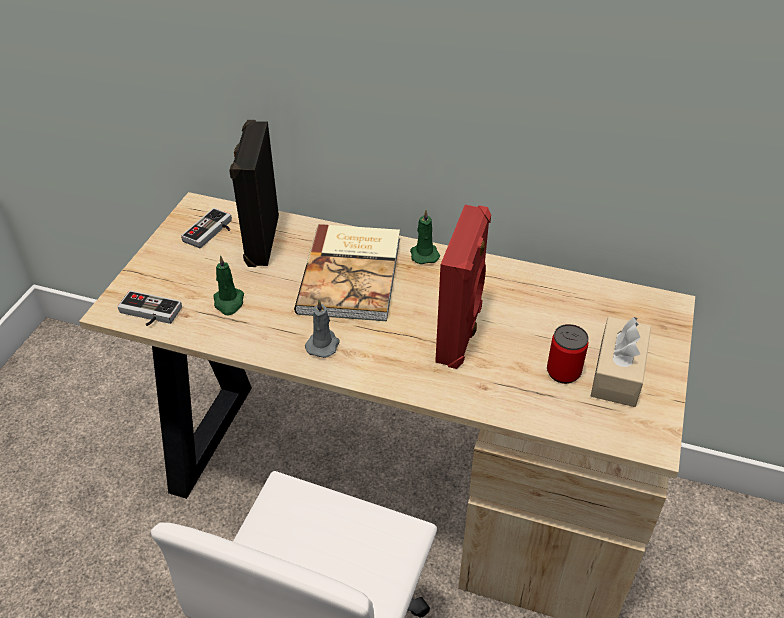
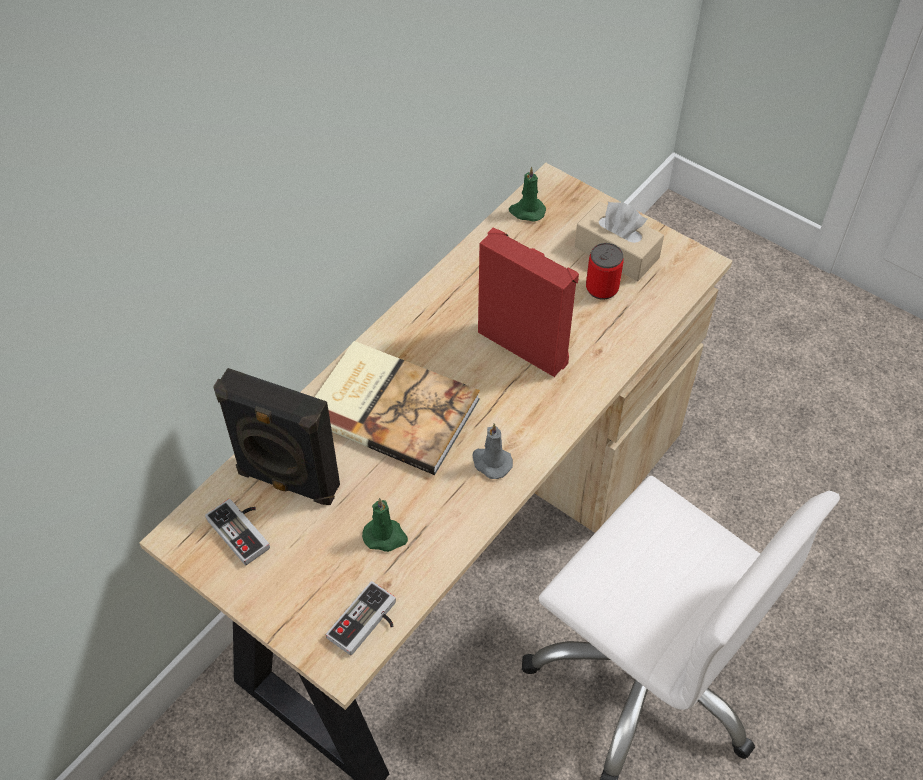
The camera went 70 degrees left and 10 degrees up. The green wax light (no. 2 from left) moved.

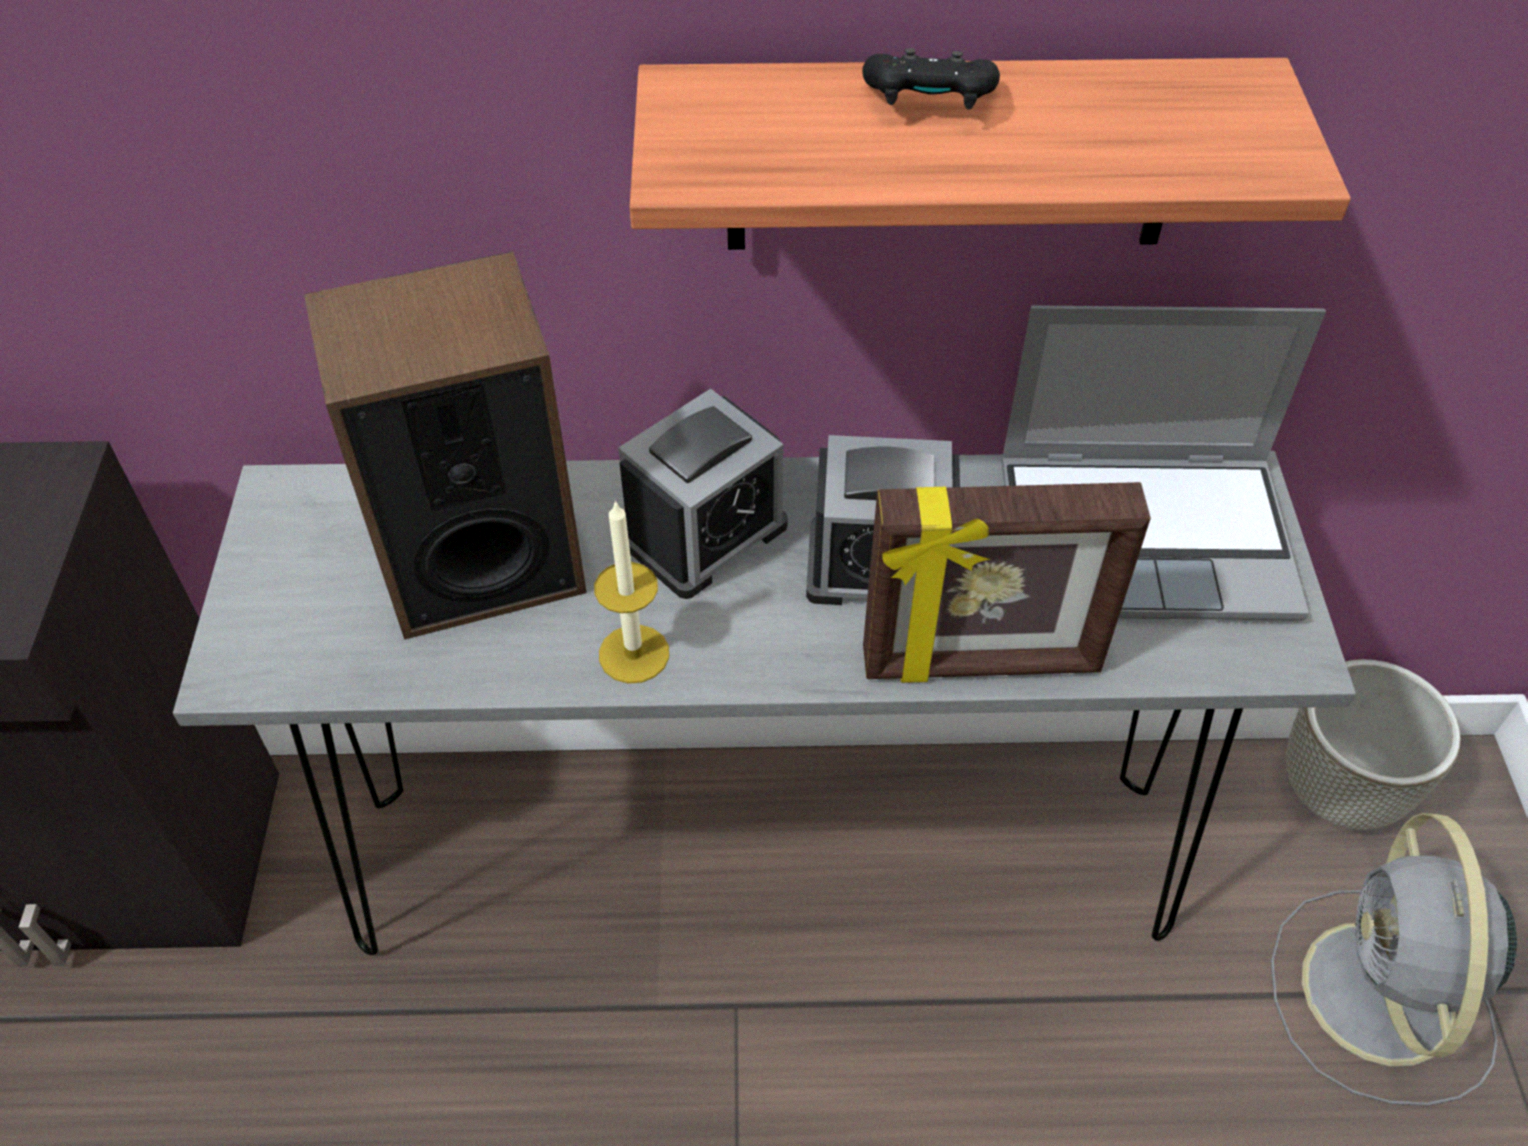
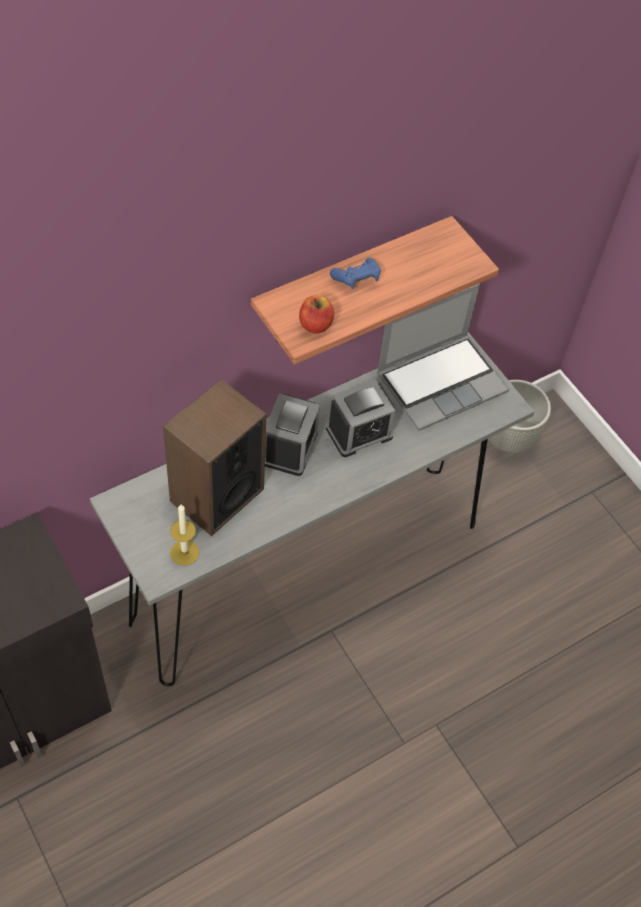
The camera went 35 degrees left and 5 degrees up. The wax light moved. The apple appeared. The black-coloured gamepad became the blue gamepad. The standing frame disappeared. The gray fan disappeared.

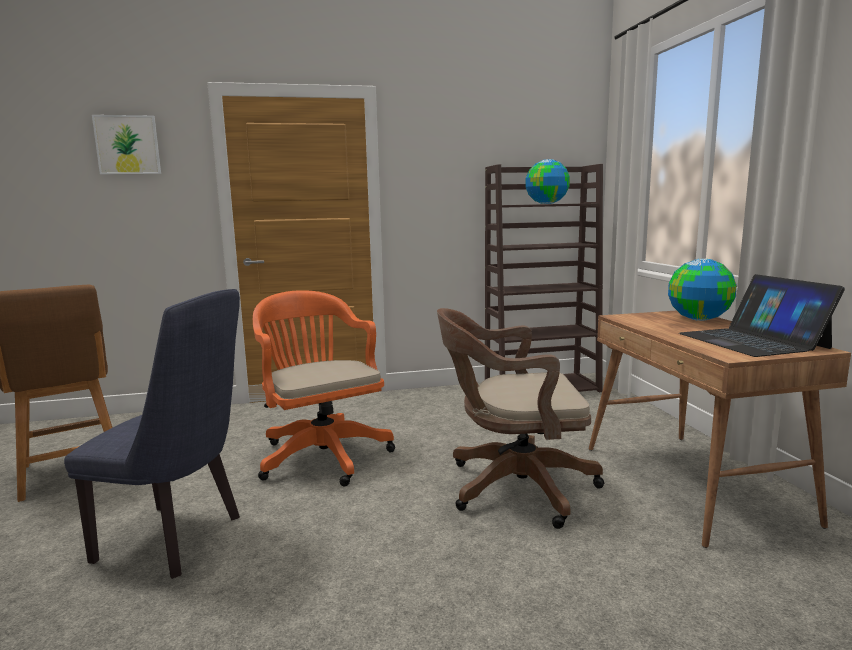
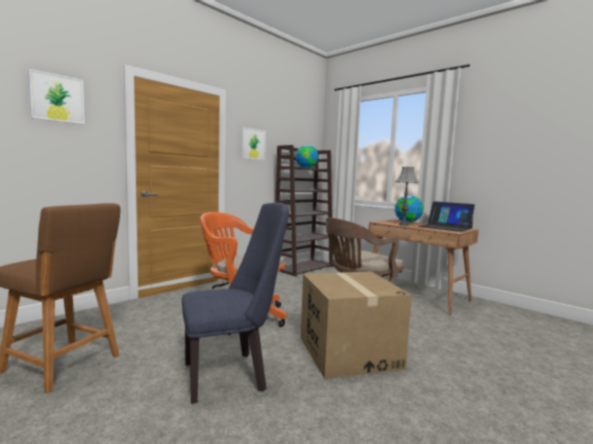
The camera went 35 degrees left and 5 degrees down. The wall picture (no. 2 from left) appeared. The cardboard box appeared. The gray lamp for a table appeared.

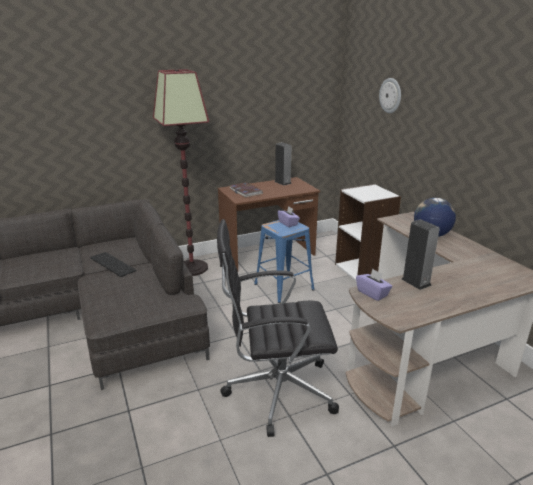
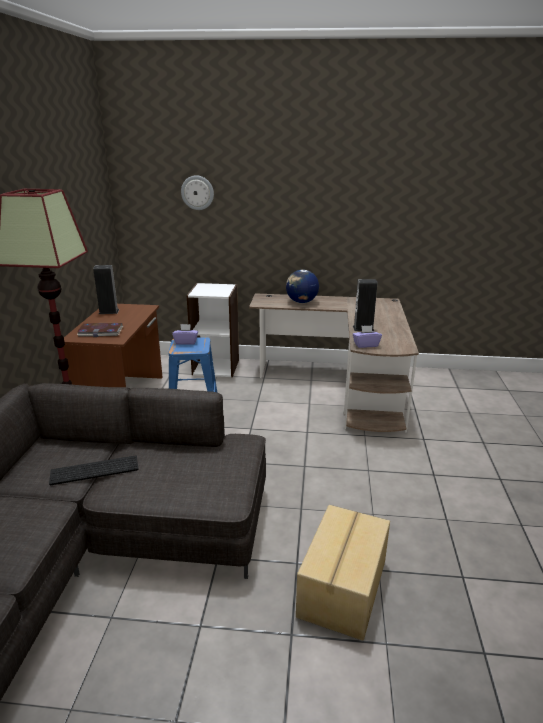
The camera went 60 degrees left and 0 degrees up. The cardboard box appeared. The black-coloured desk chair disappeared.

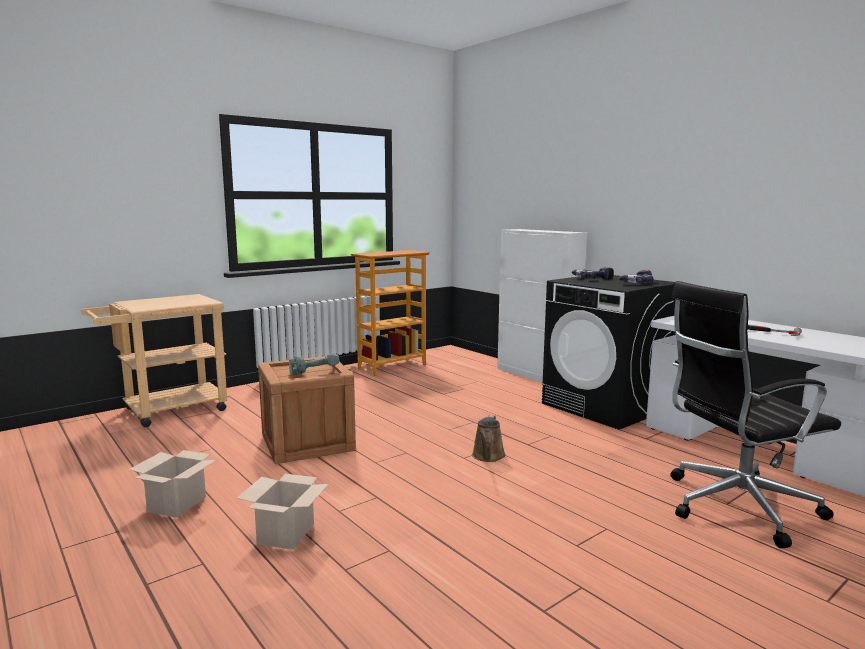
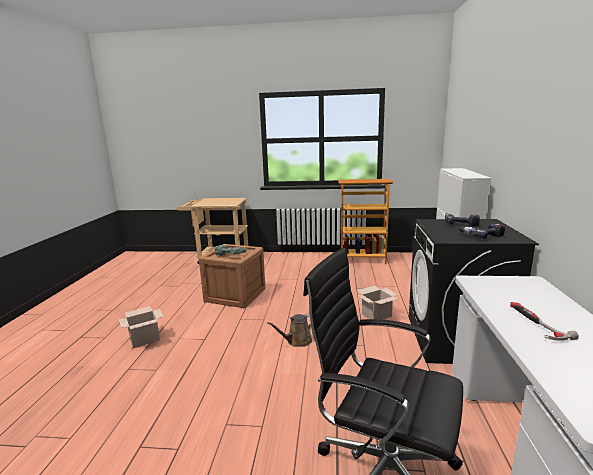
The camera went 45 degrees right and 5 degrees up. The cardboard box (no. 1 from left in the first image) moved.

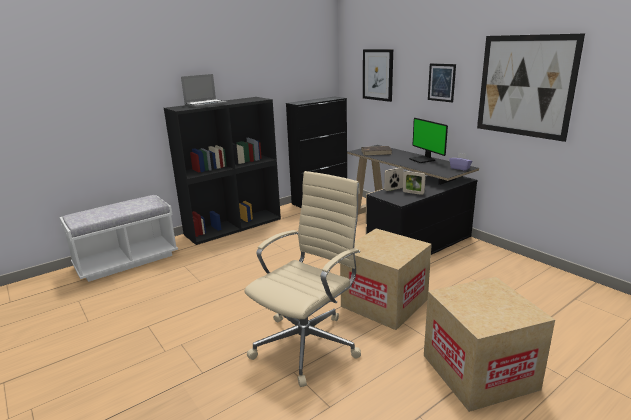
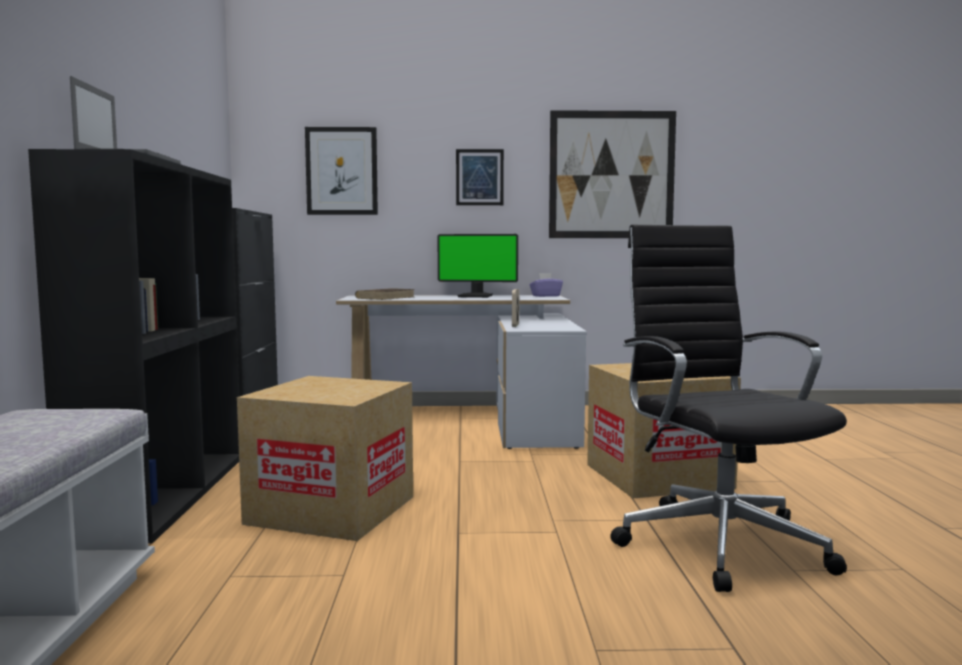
The camera went 55 degrees left and 15 degrees down. The cardboard box (no. 2 from left in the first image) moved. The black-coloured desk became the white desk. The beige desk chair became the black-coloured desk chair. The standing frame (no. 2 from left) disappeared.

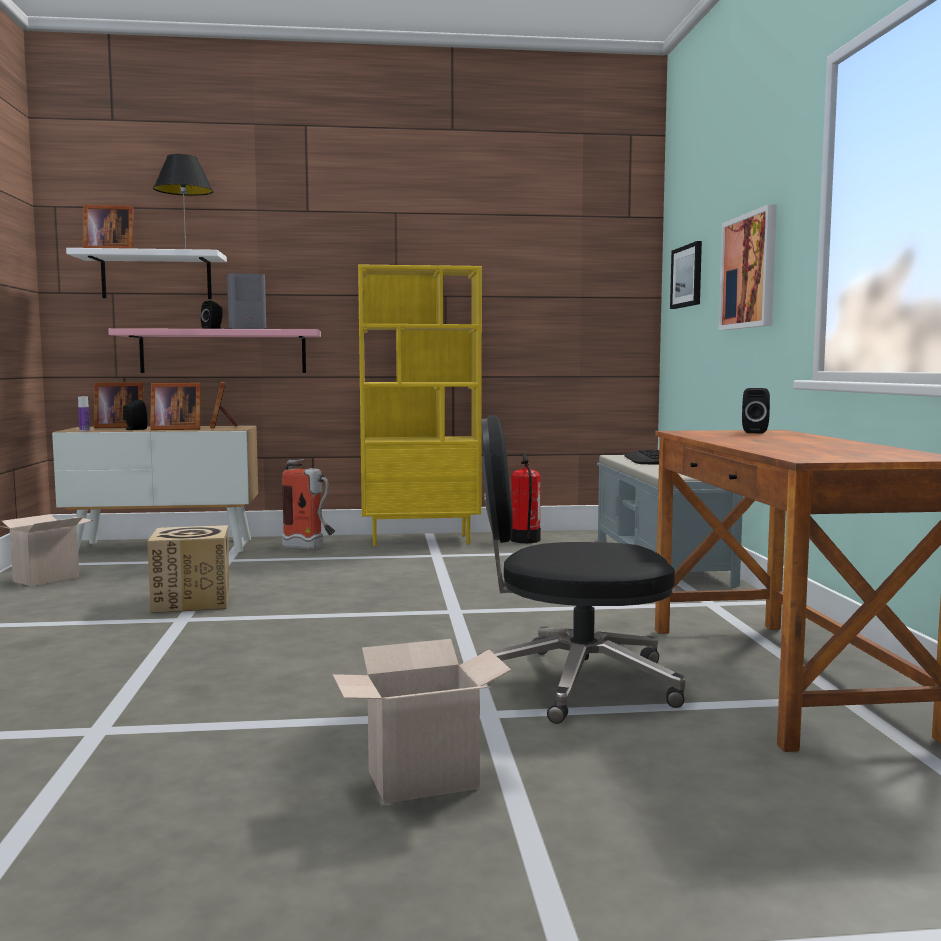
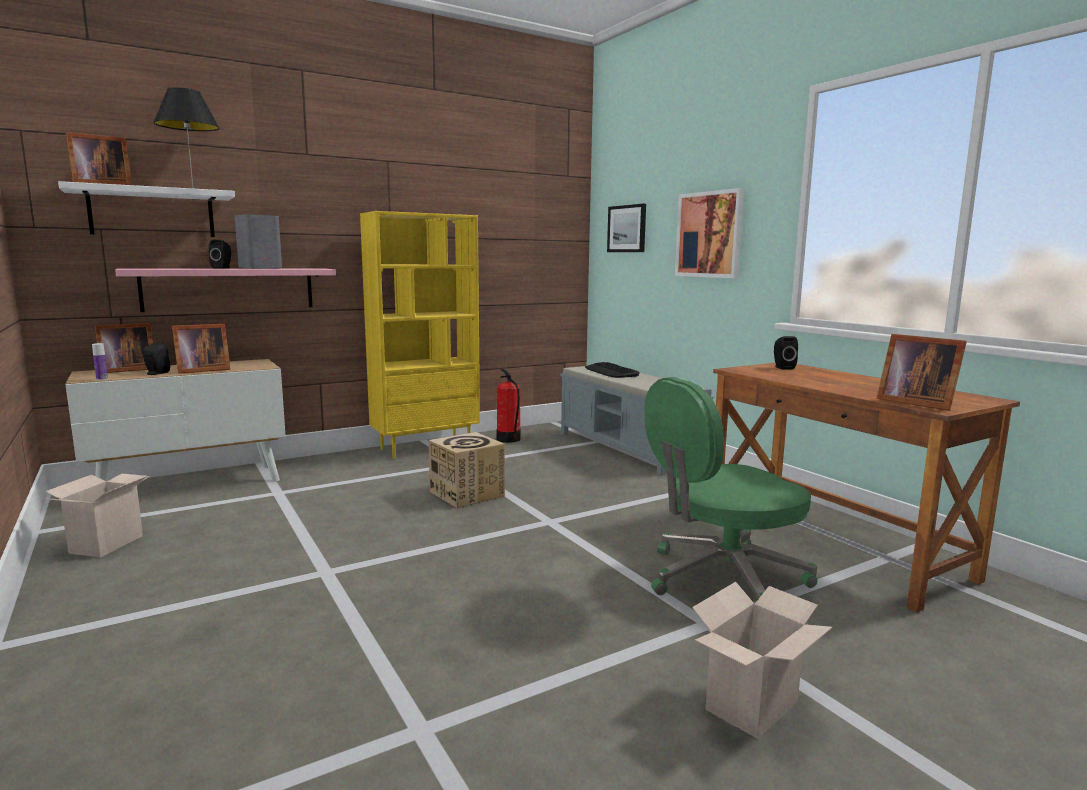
The camera went 25 degrees left and 5 degrees up. The cardboard box (no. 2 from left) moved. The black-coloured desk chair became the green desk chair. The standing frame (no. 4 from left) moved. The fire-fighting cylinder (no. 1 from left) disappeared.

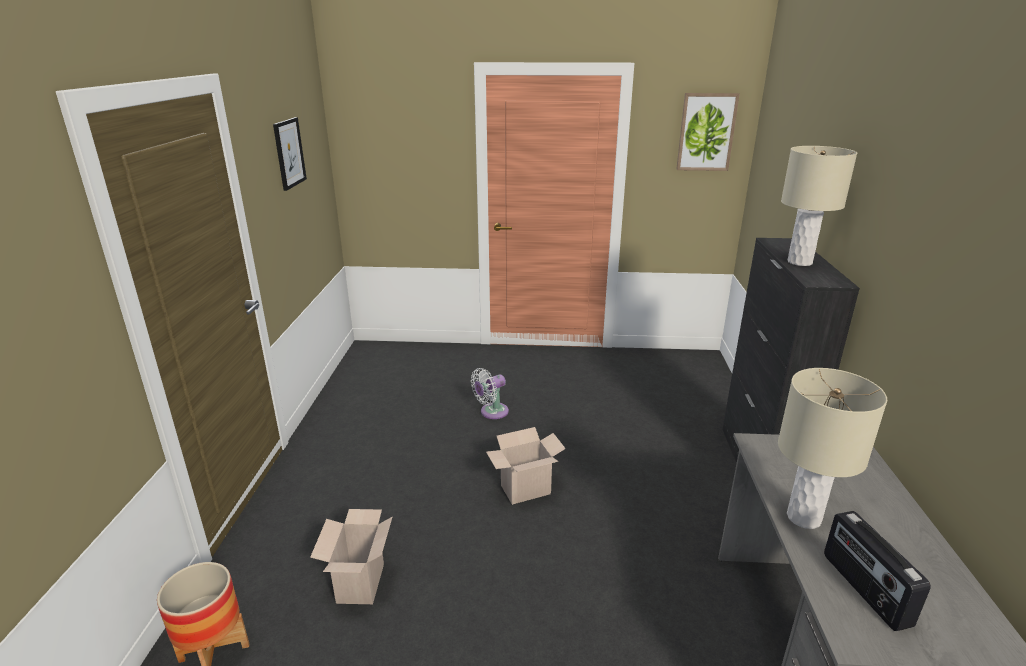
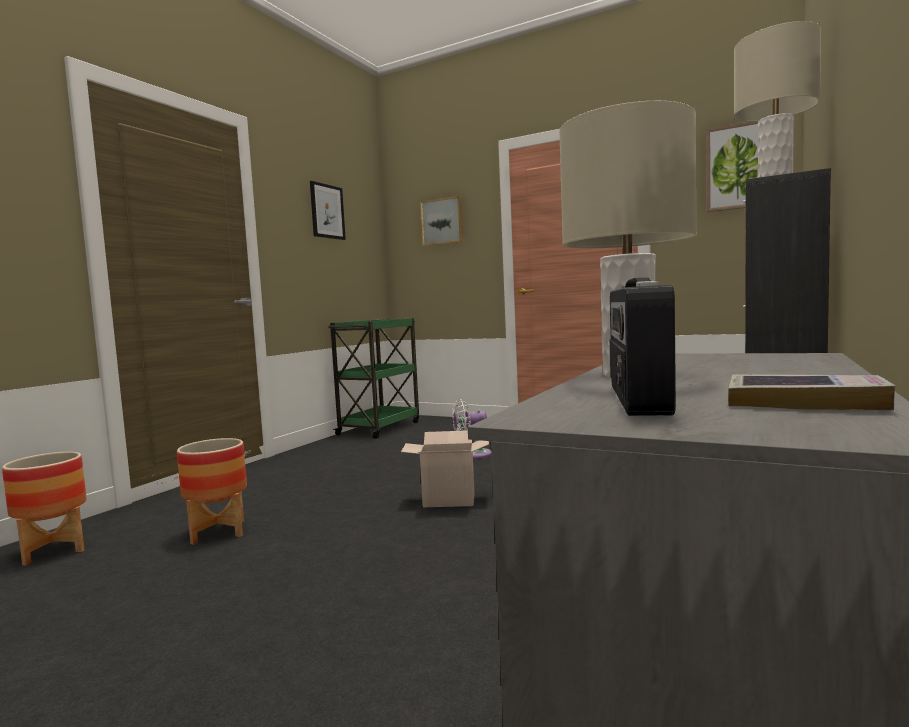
The camera went 25 degrees right and 20 degrees down. The cardboard box (no. 1 from left) was replaced by the planter (no. 2 from left). The green trolley appeared. The wall picture (no. 2 from left) appeared. The bound book appeared.

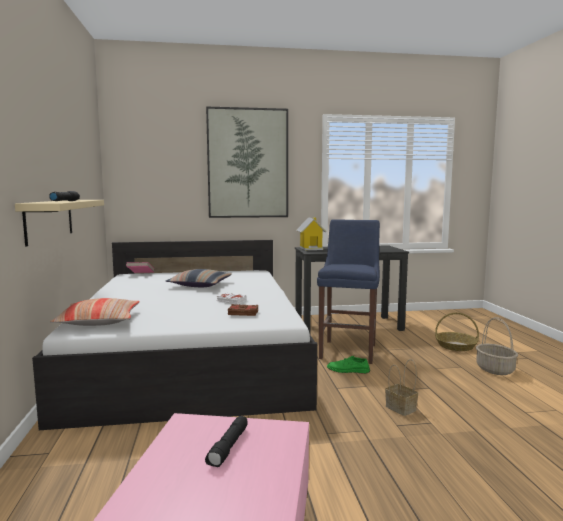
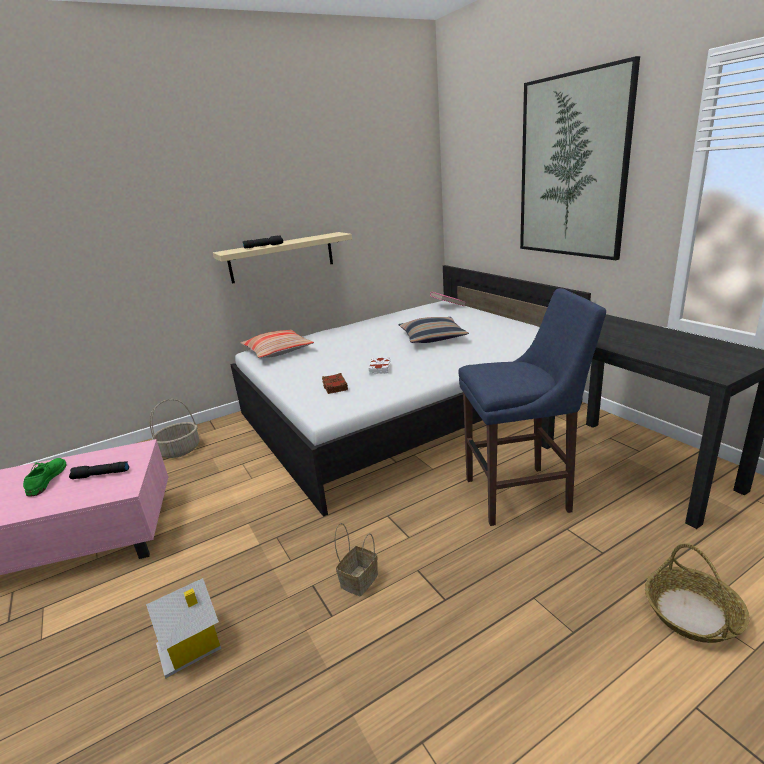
The camera went 70 degrees right and 15 degrees up. The green low shoe moved. The toy house moved. The basket (no. 3 from left in the first image) moved.

